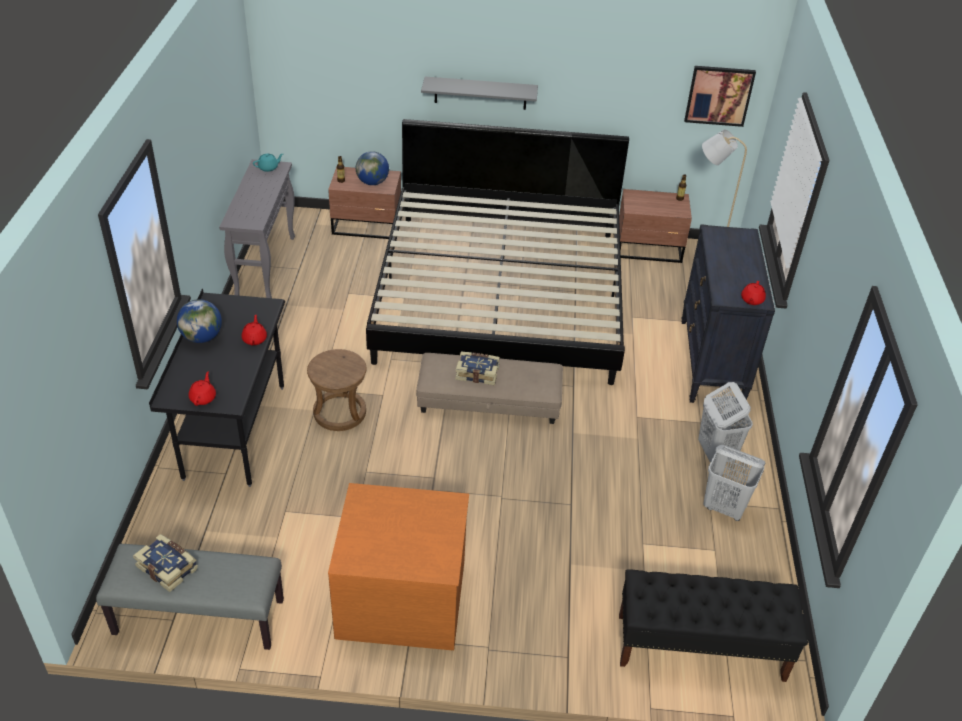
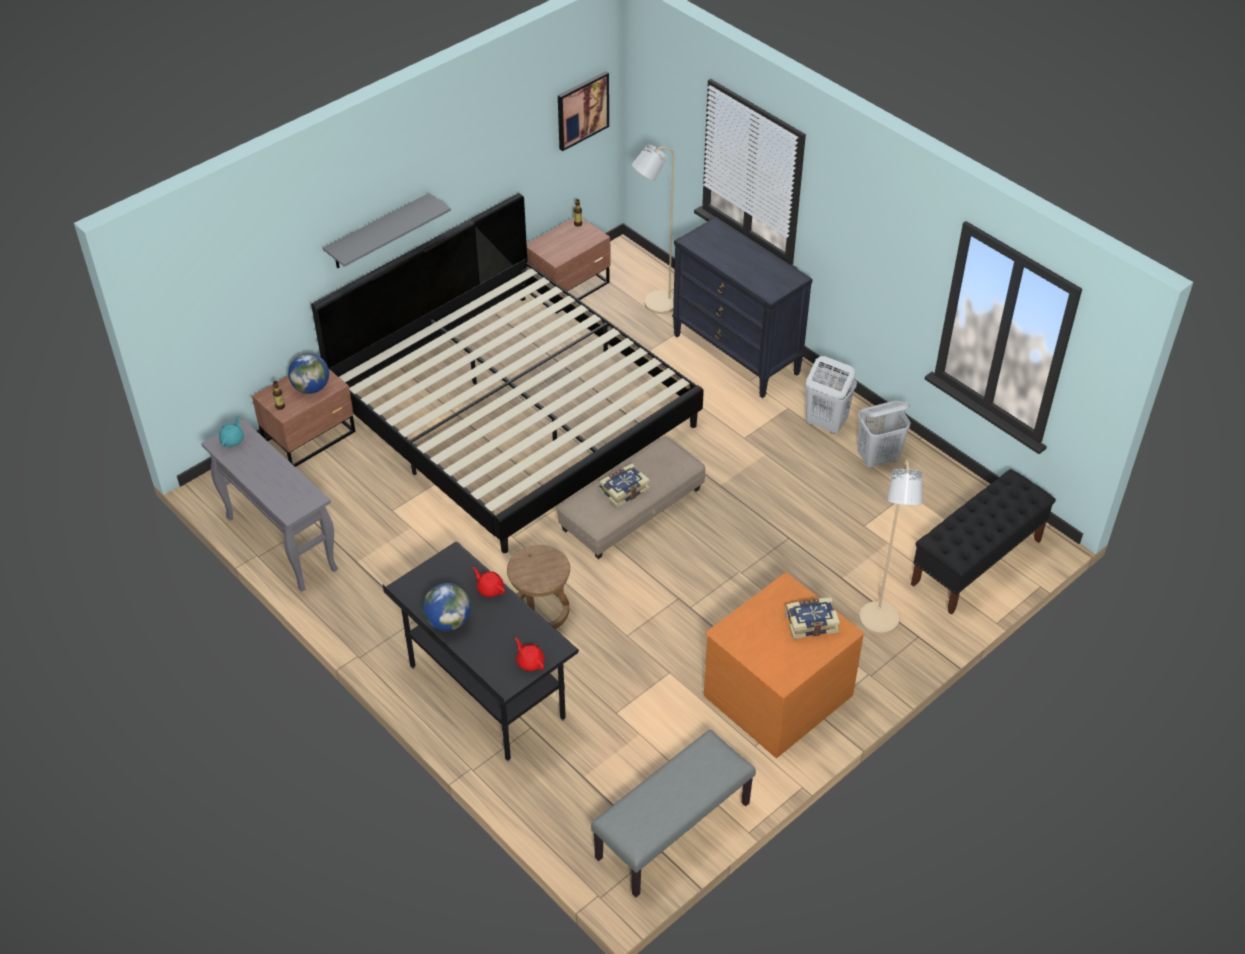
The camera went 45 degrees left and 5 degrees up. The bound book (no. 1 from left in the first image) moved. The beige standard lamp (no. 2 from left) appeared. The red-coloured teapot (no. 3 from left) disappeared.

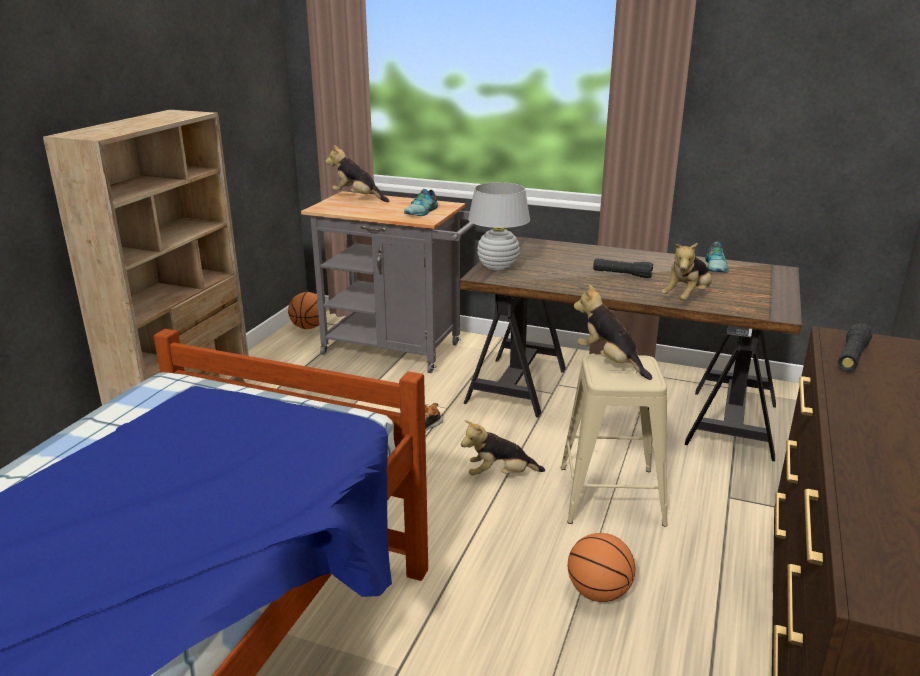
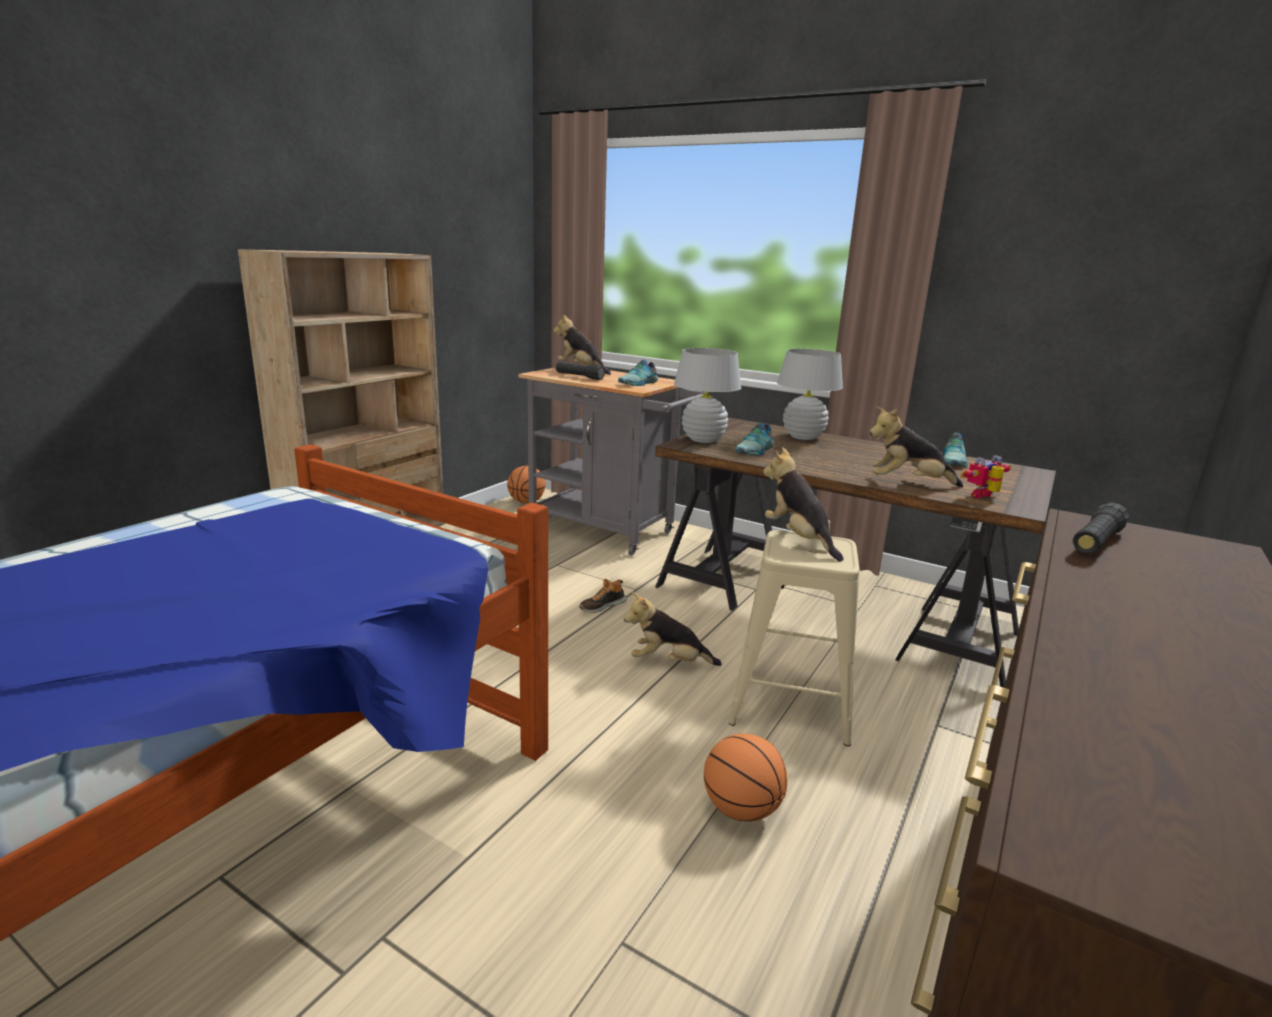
The camera went 10 degrees right and 5 degrees down. The black-coloured torch (no. 1 from left) moved. The low shoe (no. 3 from left) appeared. The white lamp for a table (no. 2 from left) appeared. The plush toy (no. 4 from left) turned 45 degrees clockwise. The toy robot appeared.

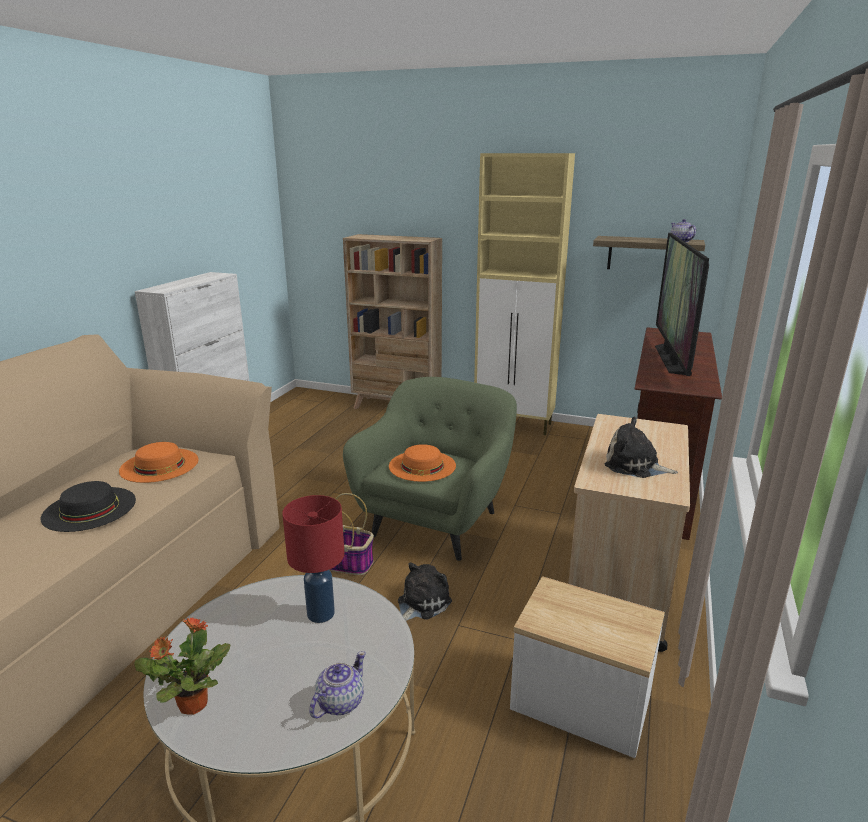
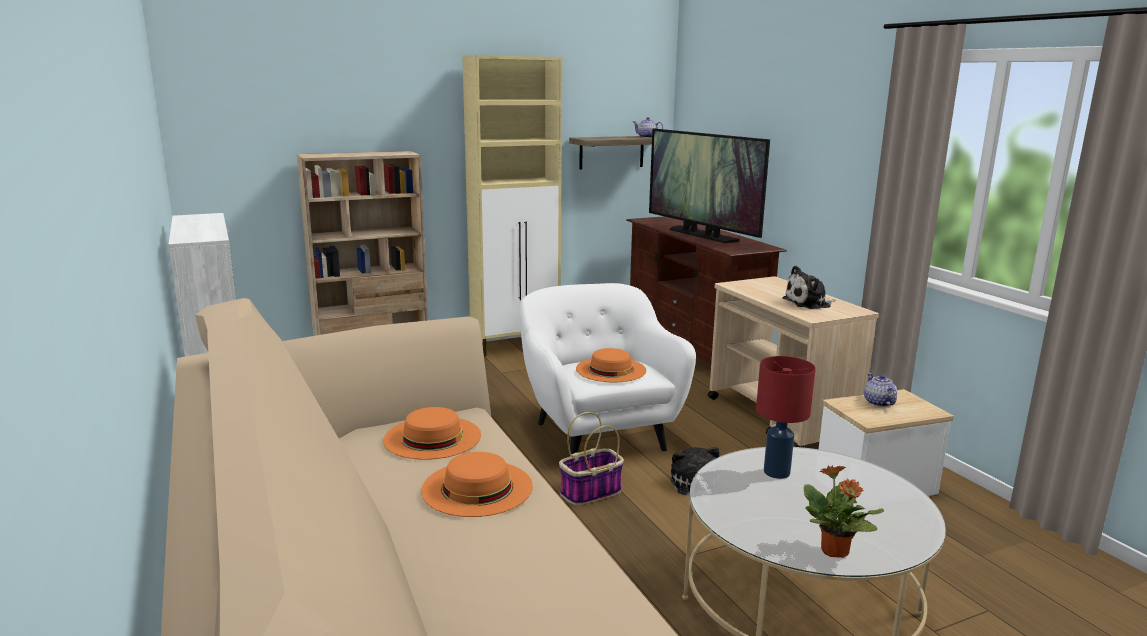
The camera went 45 degrees left and 5 degrees down. The black-coloured hat became the orange hat (no. 2 from left). The green easy chair became the white easy chair. The teapot (no. 1 from left in the first image) moved.

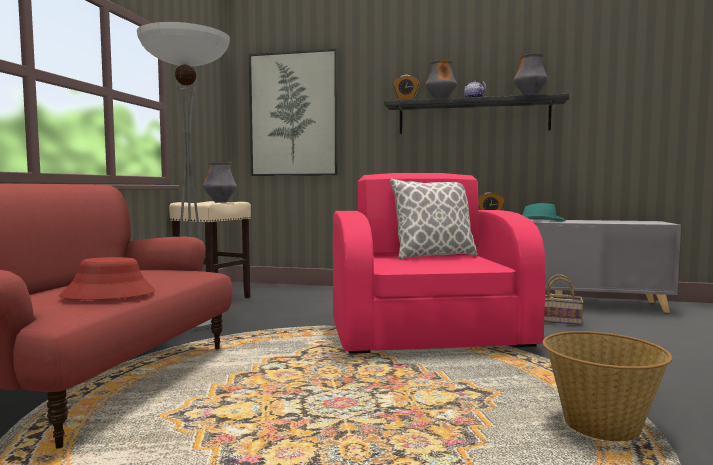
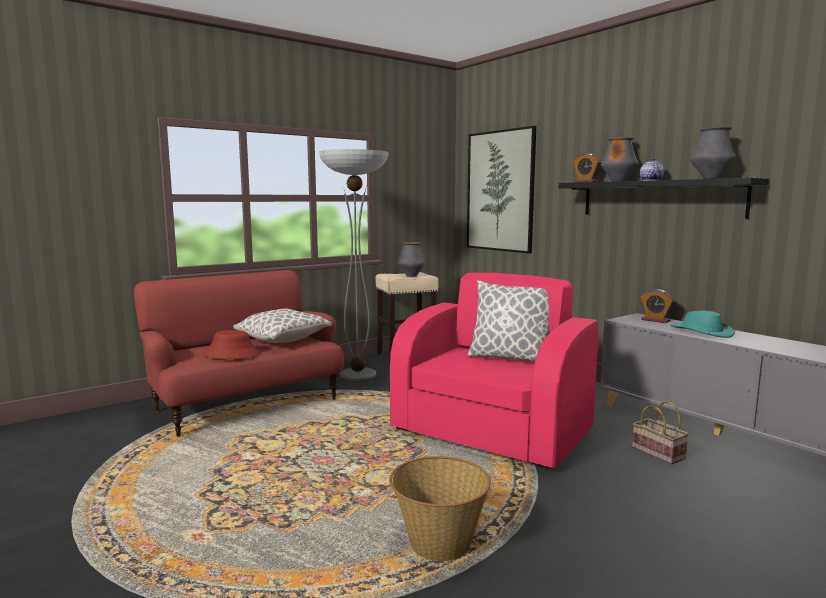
The camera went 40 degrees right and 5 degrees up. The throw pillow (no. 1 from left) appeared.

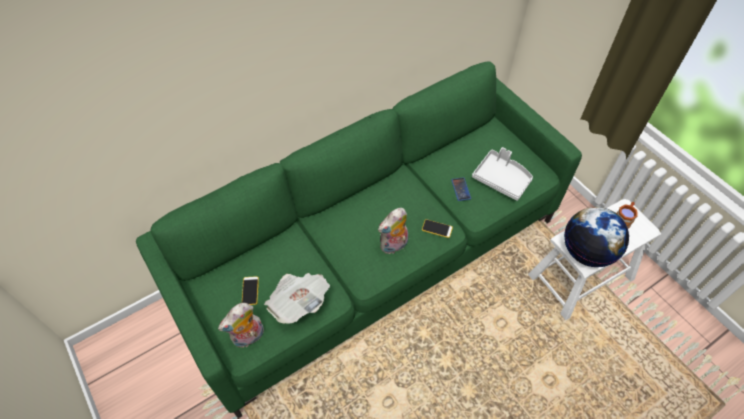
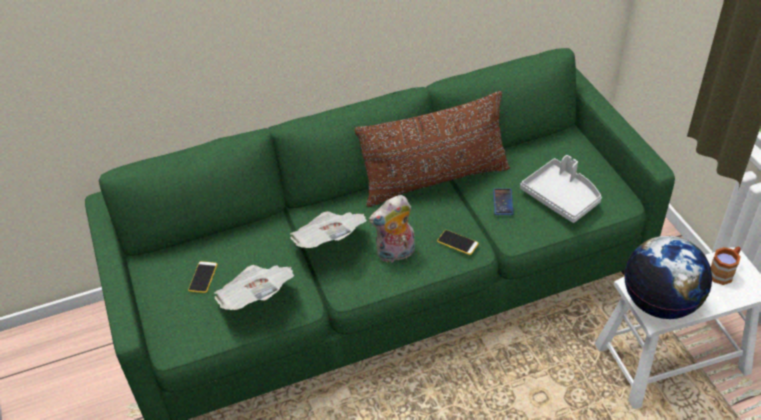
The camera went 15 degrees right and 10 degrees down. The newspaper (no. 2 from left) appeared. The brownish throw pillow appeared. The plush toy (no. 1 from left) disappeared.

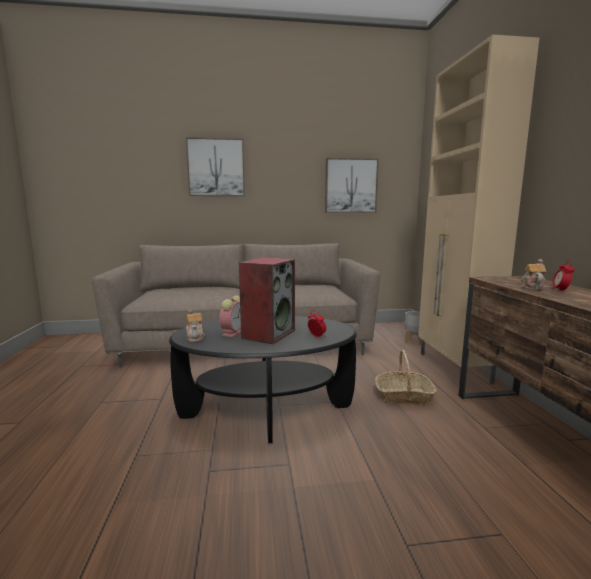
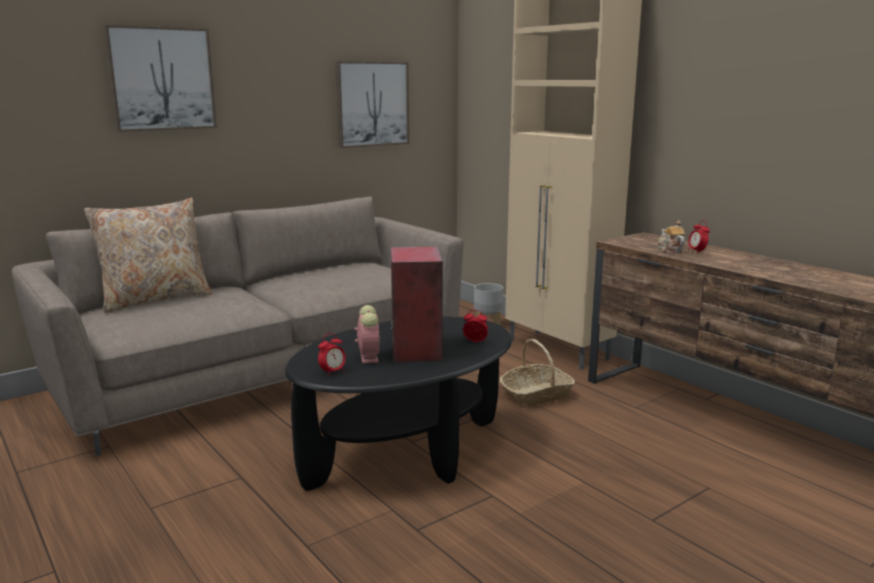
The camera went 30 degrees left and 5 degrees up. The beige throw pillow appeared. The teapot (no. 1 from left) was replaced by the bedside clock (no. 1 from left).

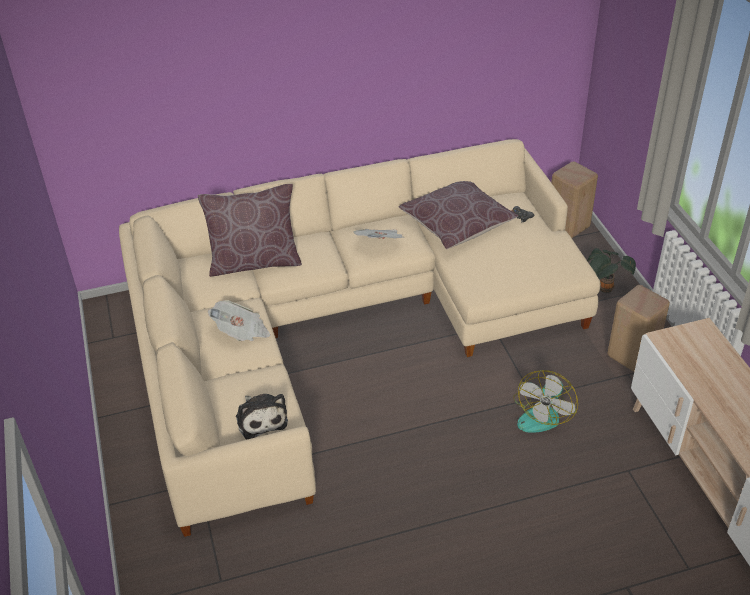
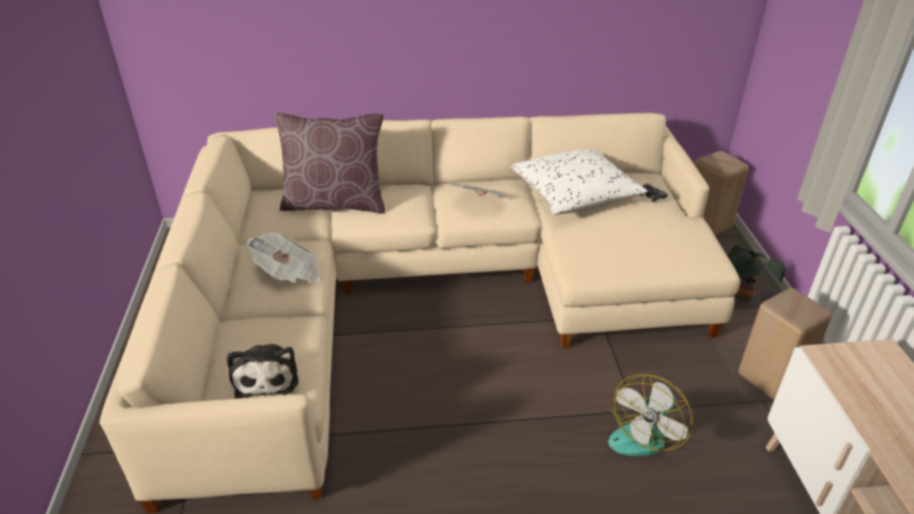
The camera went 10 degrees right and 5 degrees down. The brownish throw pillow (no. 2 from left) became the white throw pillow.

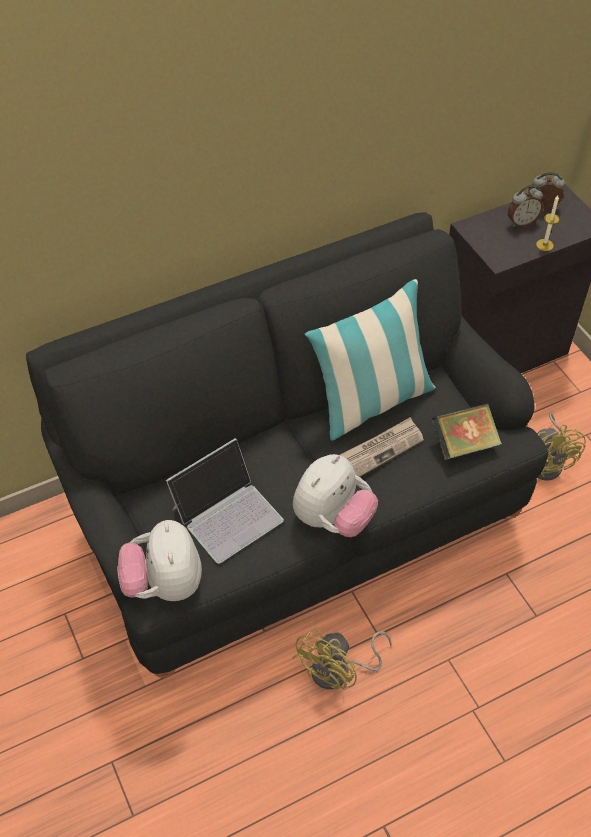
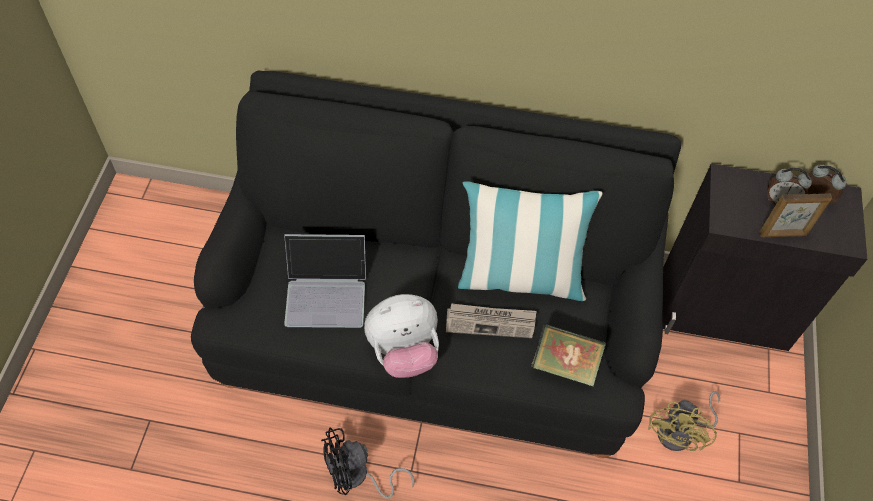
The camera went 35 degrees right and 5 degrees up. The yellowish fan (no. 1 from left) became the black-coloured fan. The wax light was replaced by the standing frame. The plush toy (no. 1 from left) disappeared.

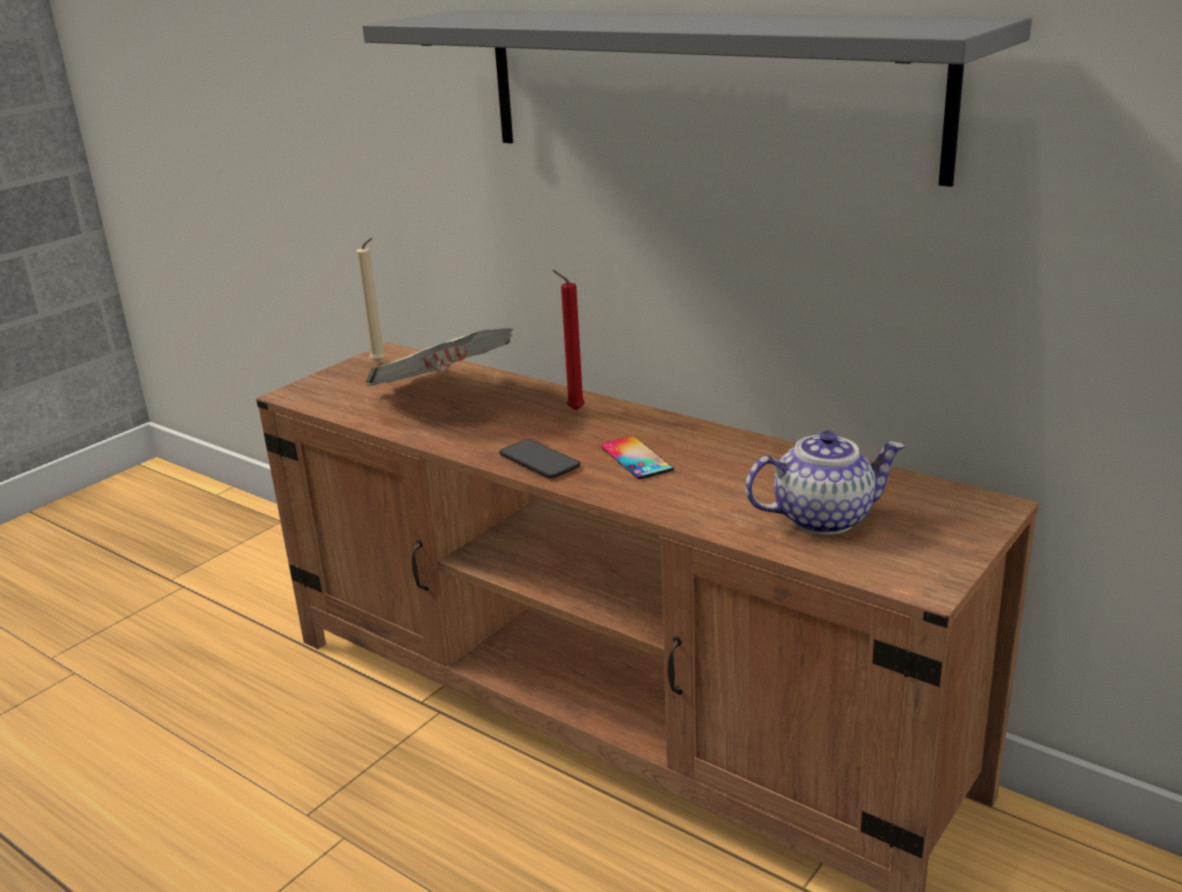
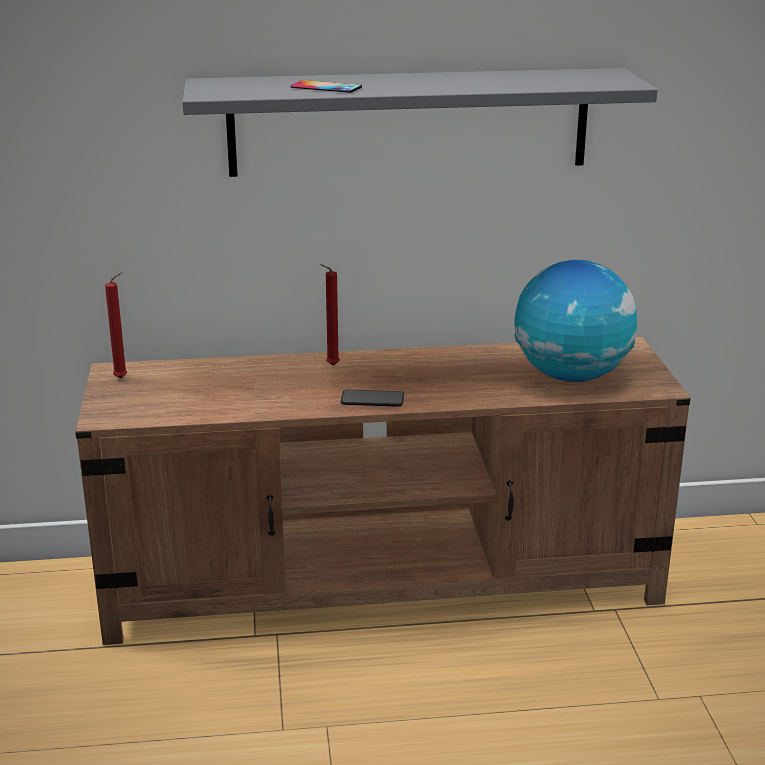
The camera went 45 degrees left and 0 degrees up. The beige wax light became the red-coloured wax light (no. 1 from left). The telephone (no. 2 from left in the first image) moved. The teapot was replaced by the globe. The newspaper disappeared.

